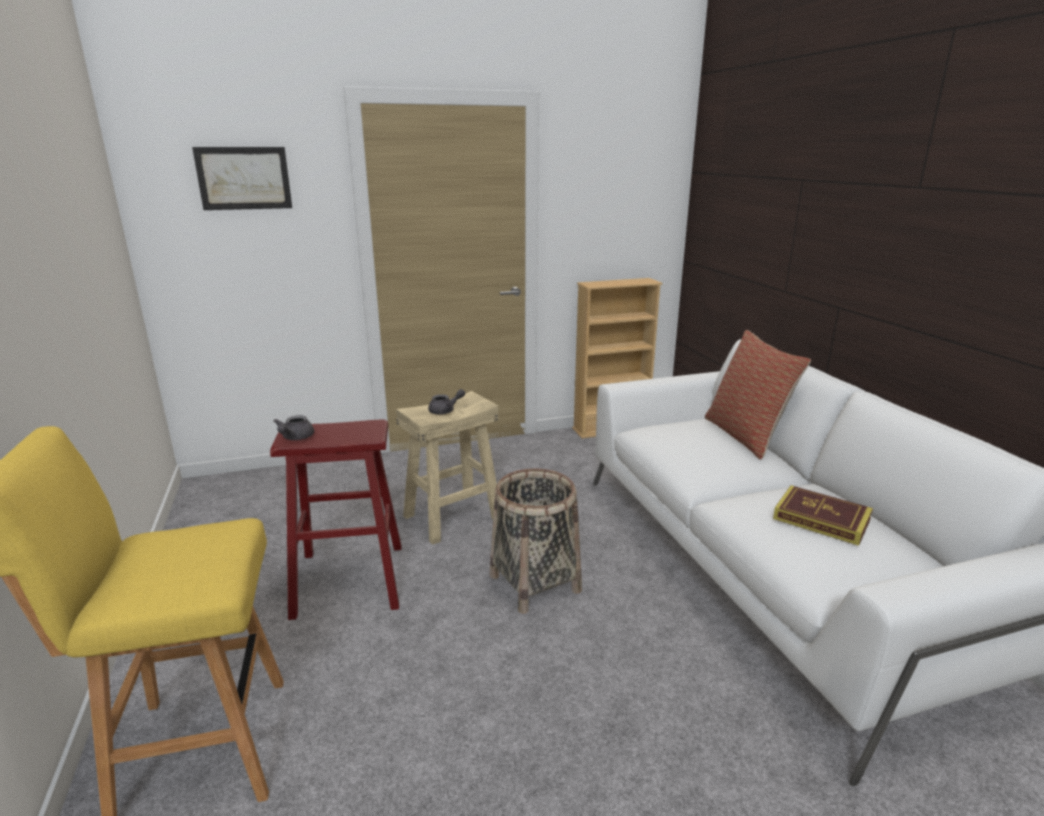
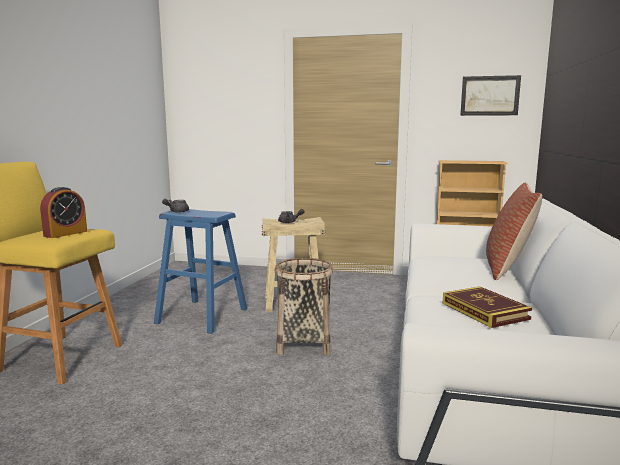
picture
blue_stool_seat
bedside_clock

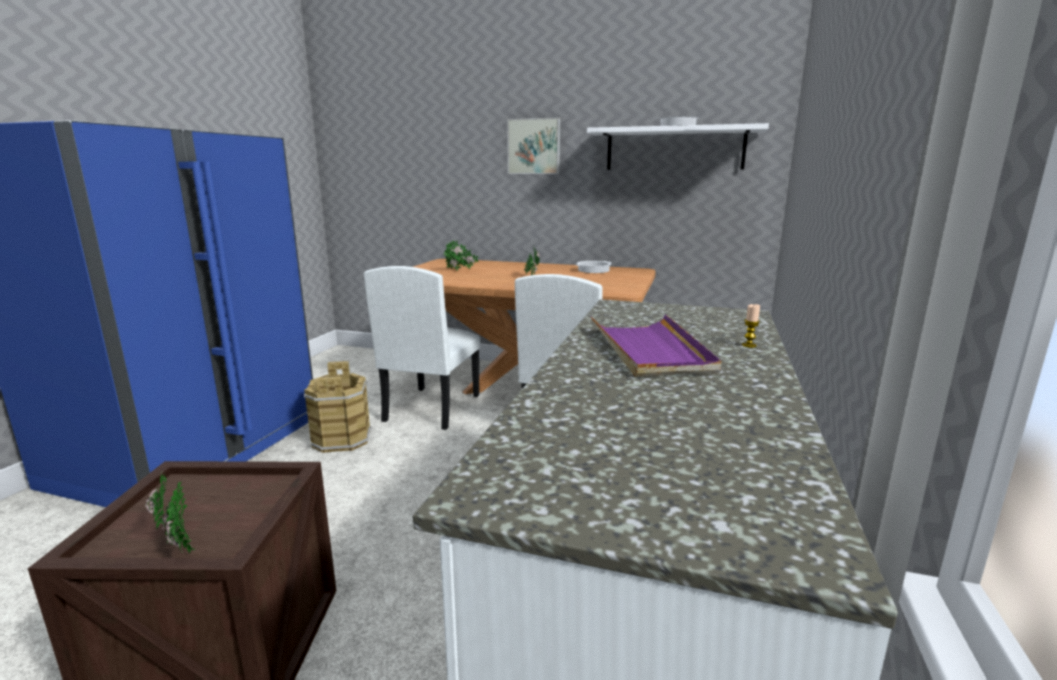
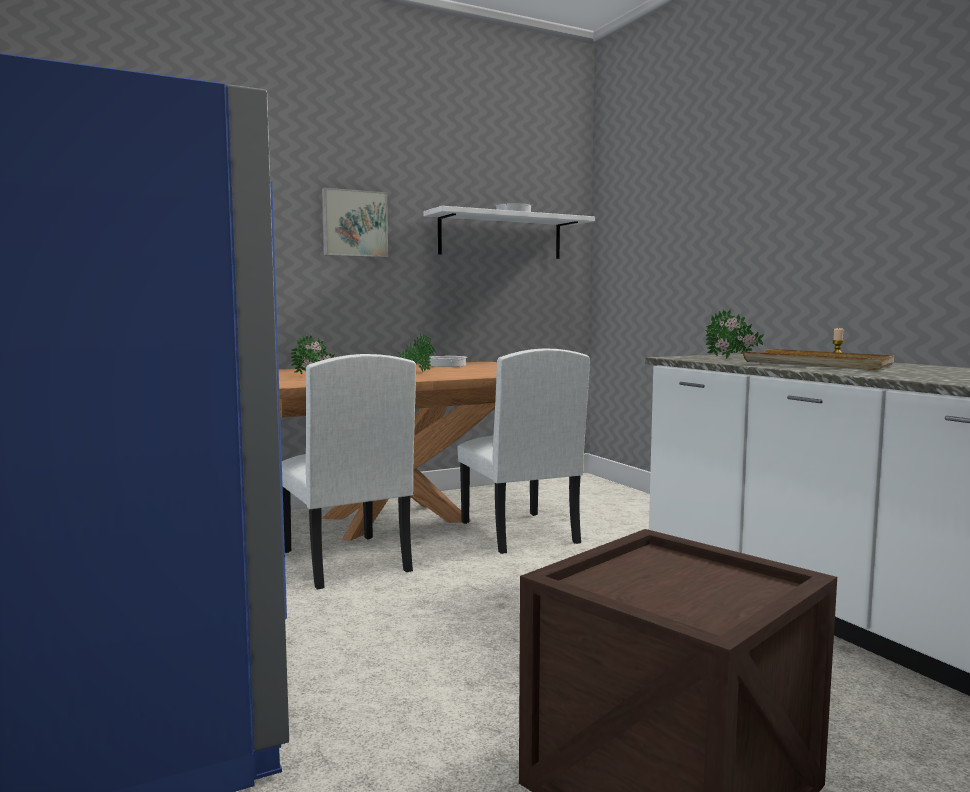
beige-coloured_carrying_tray
brown_water_bucket
plant_in_a_pot (no. 3 from left)

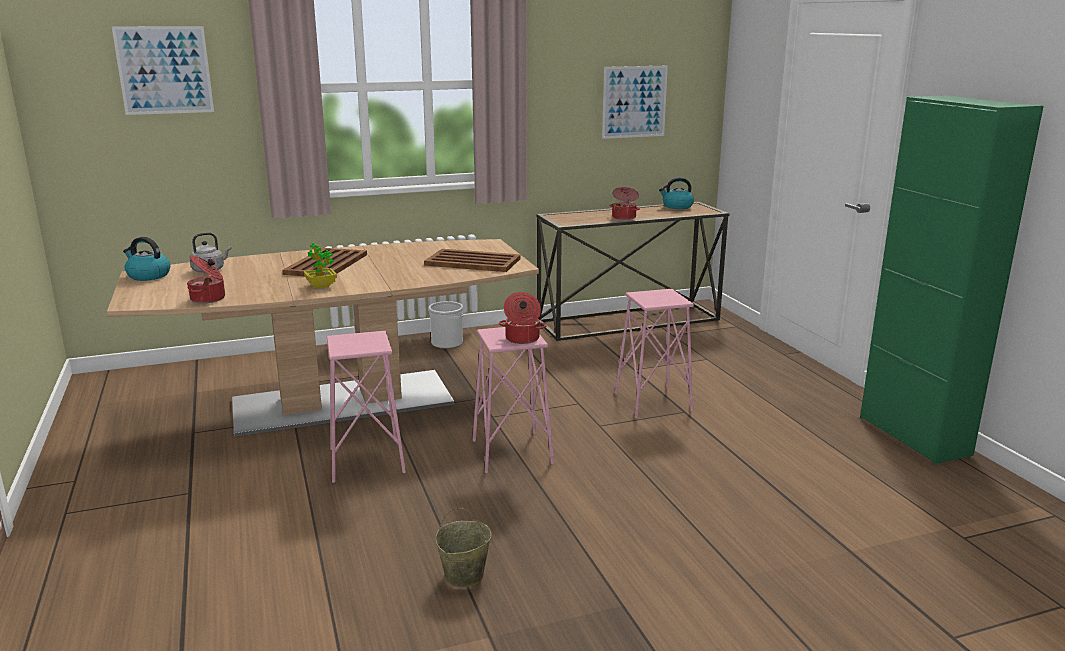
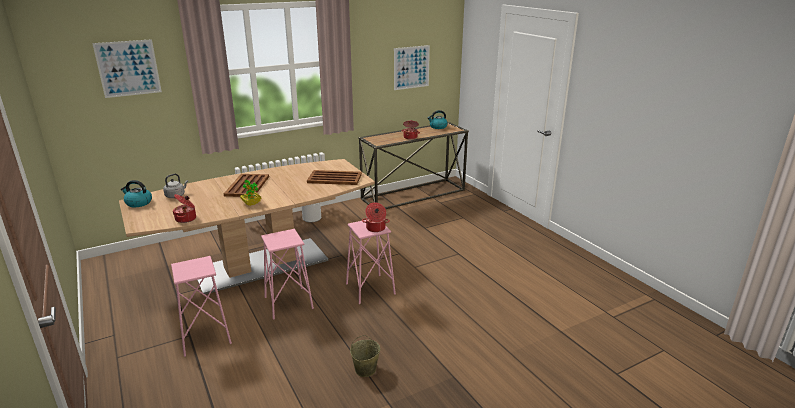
greenish_cupboard
pink_stool_seat (no. 1 from left)

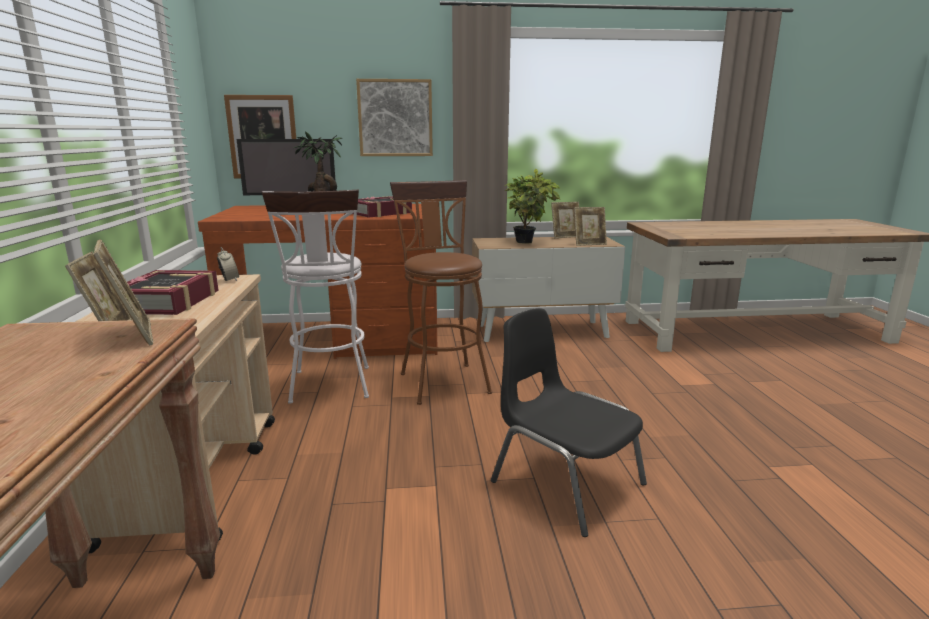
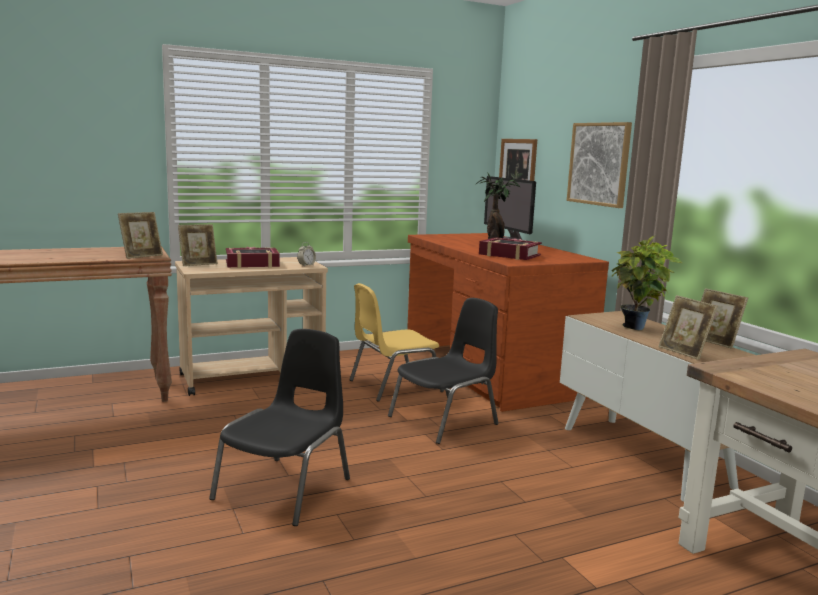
black-coloured_plain_chair (no. 2 from left)
yellowish_plain_chair

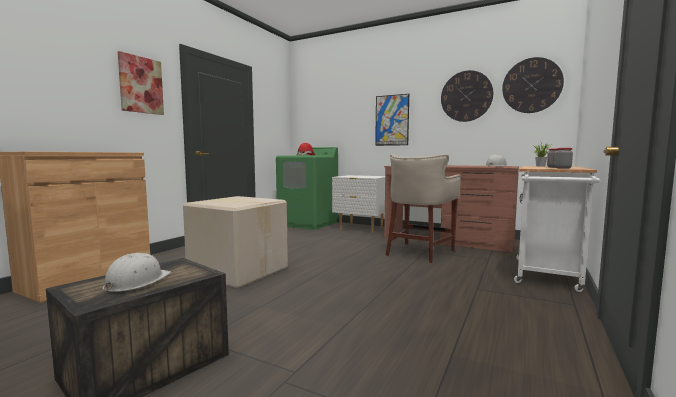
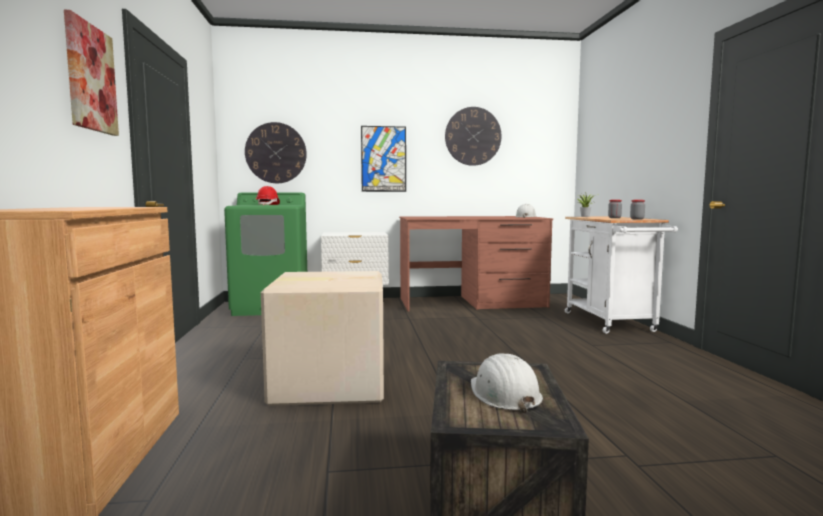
hanging_clock (no. 1 from left)
beige-coloured_stool_seat

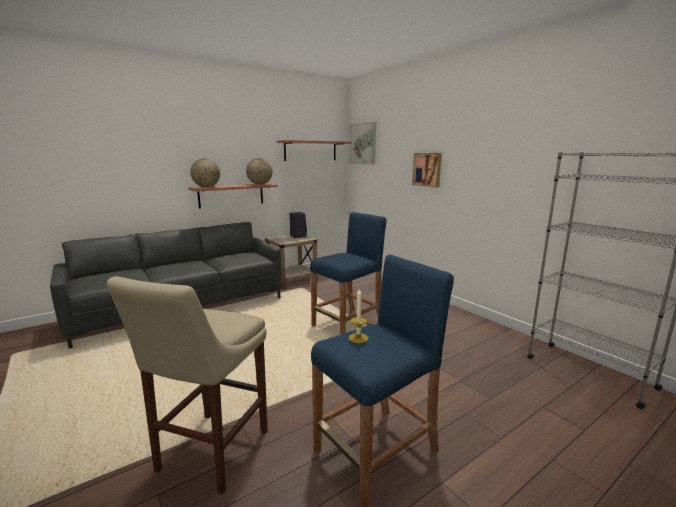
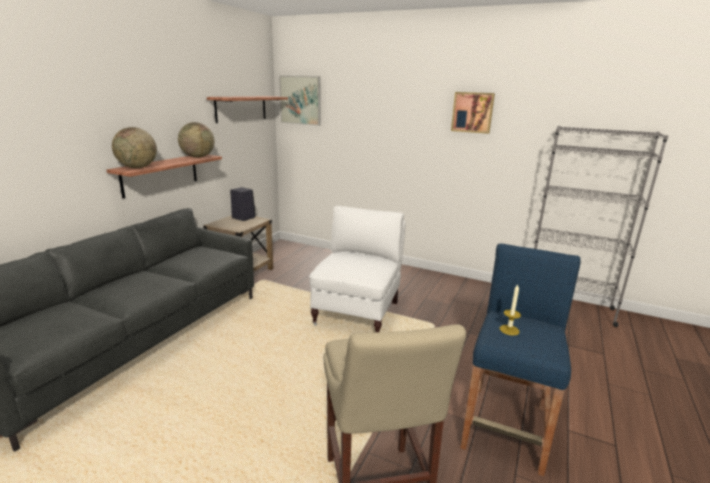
picture (no. 2 from left)
white-coloured_lounge_chair

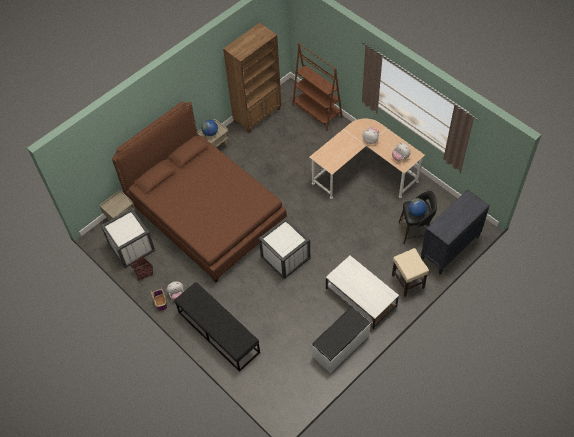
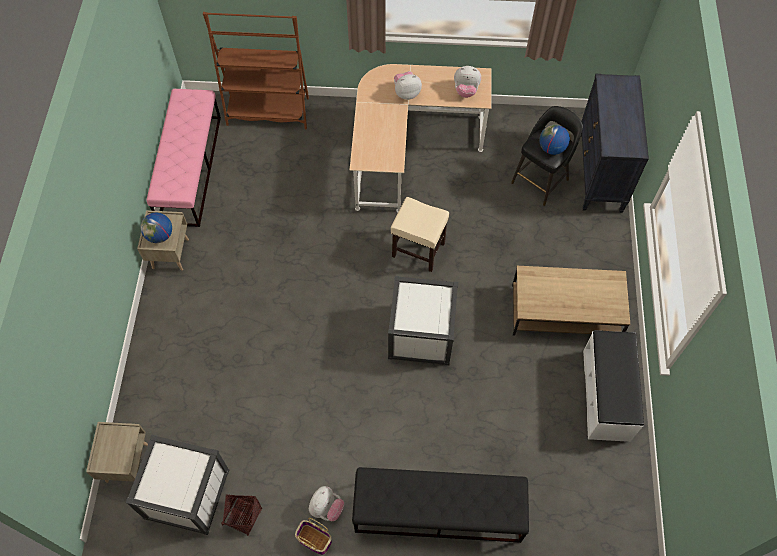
pink_bench
brown_sleeping_bed
beige-coloured_stool_seat
brown_low_table

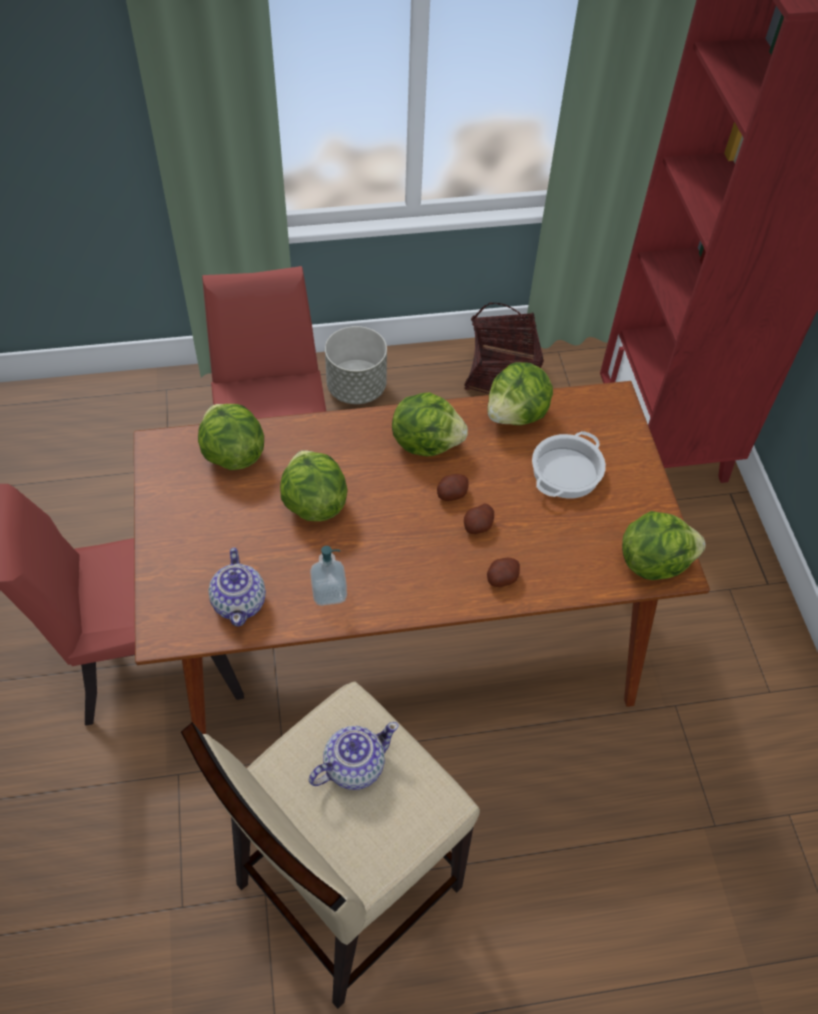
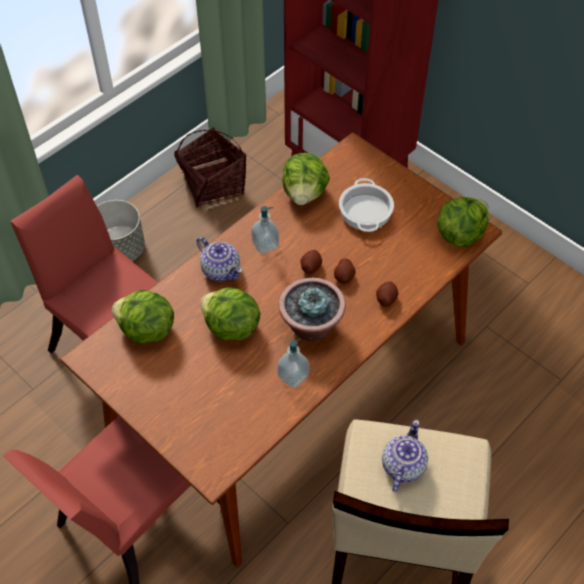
soap_dispenser (no. 1 from left)
teapot (no. 1 from left)
plant_in_a_pot

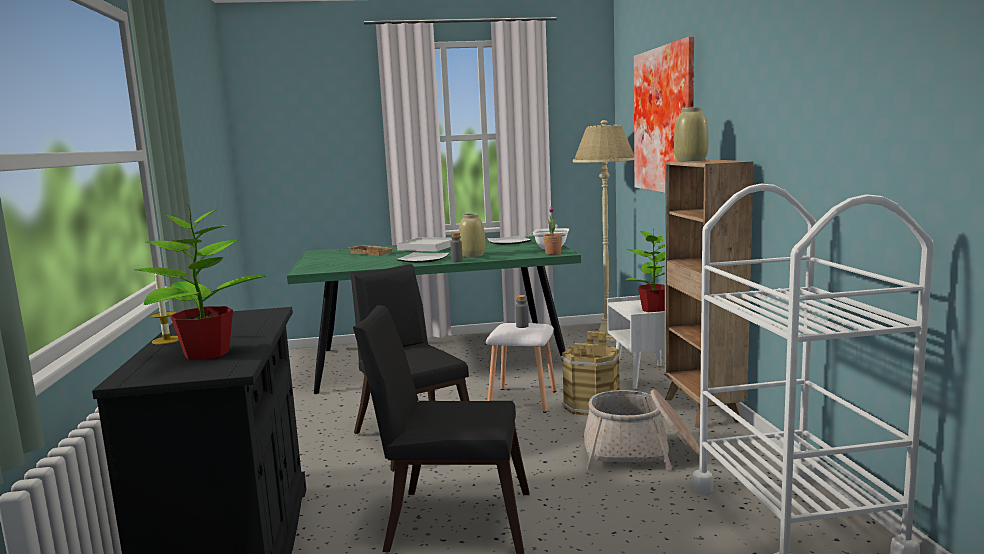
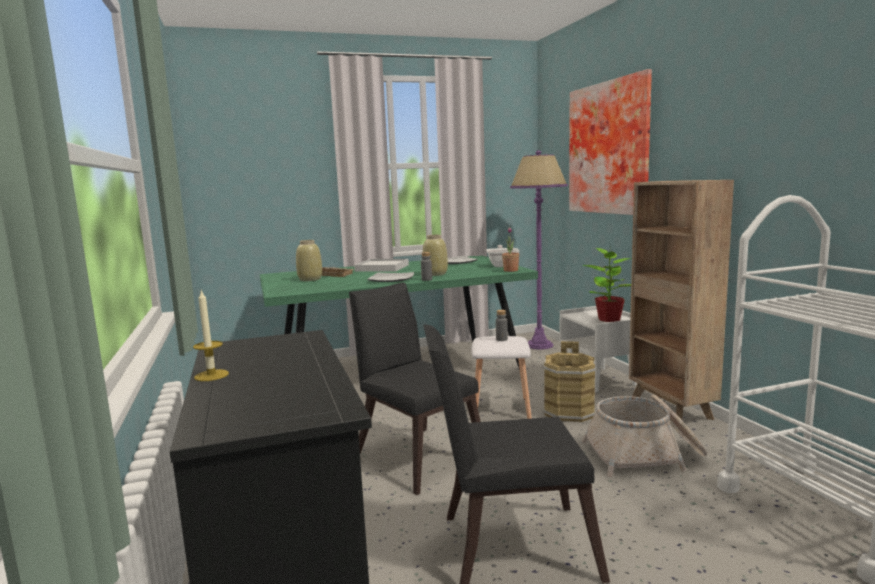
beige-coloured_flower_vase (no. 1 from left)
purplish_standing_lamp
plant_in_a_pot (no. 1 from left in the first image)

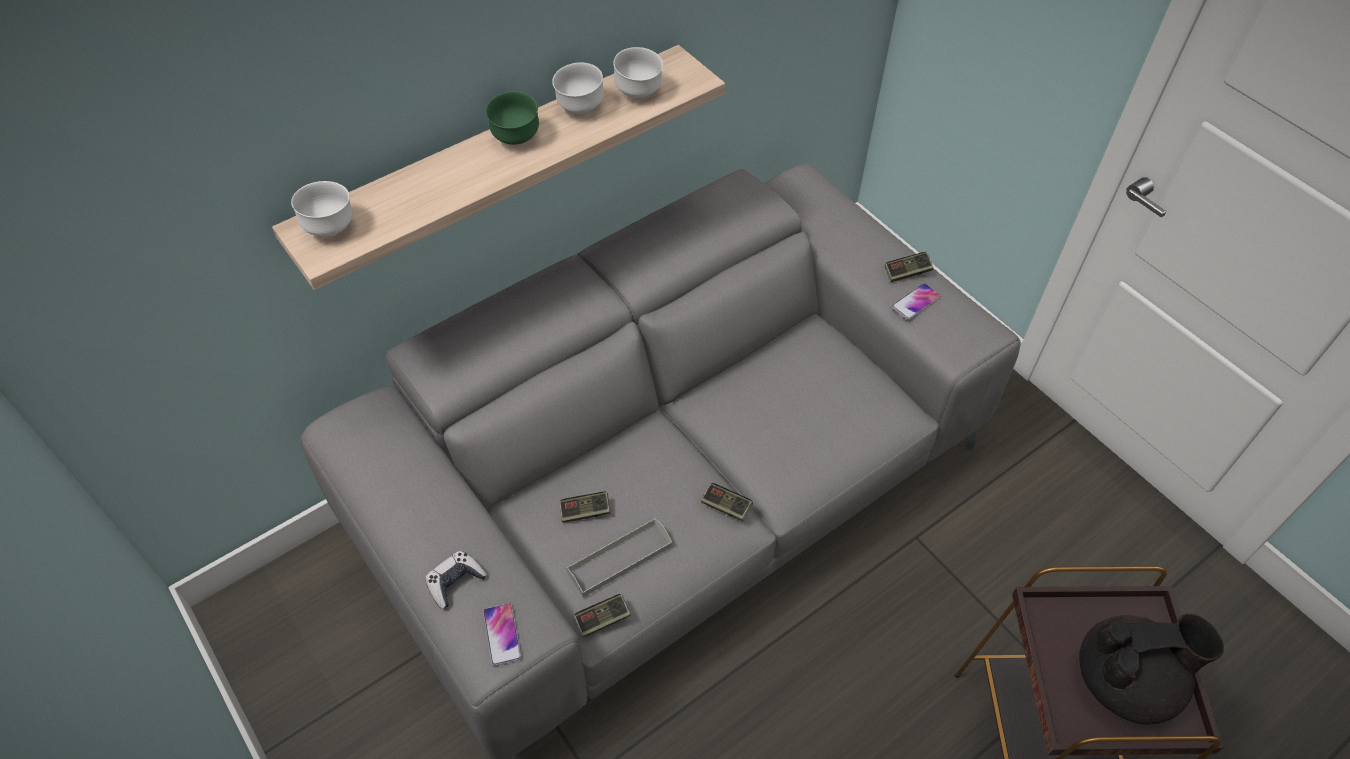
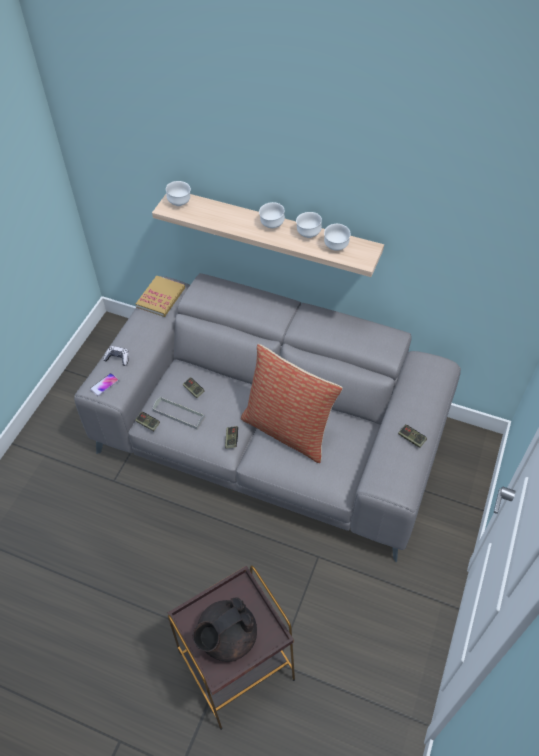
white-coloured_deep_dish (no. 2 from left)
telephone (no. 2 from left in the first image)
black-coloured_teapot
volume
throw_pillow

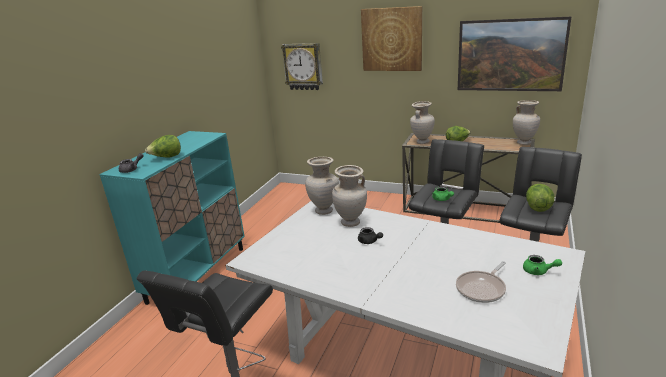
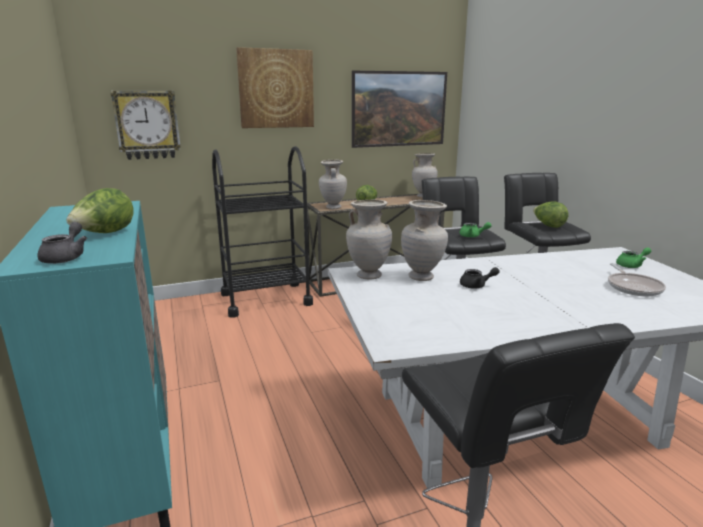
black-coloured_wheeled_cart

